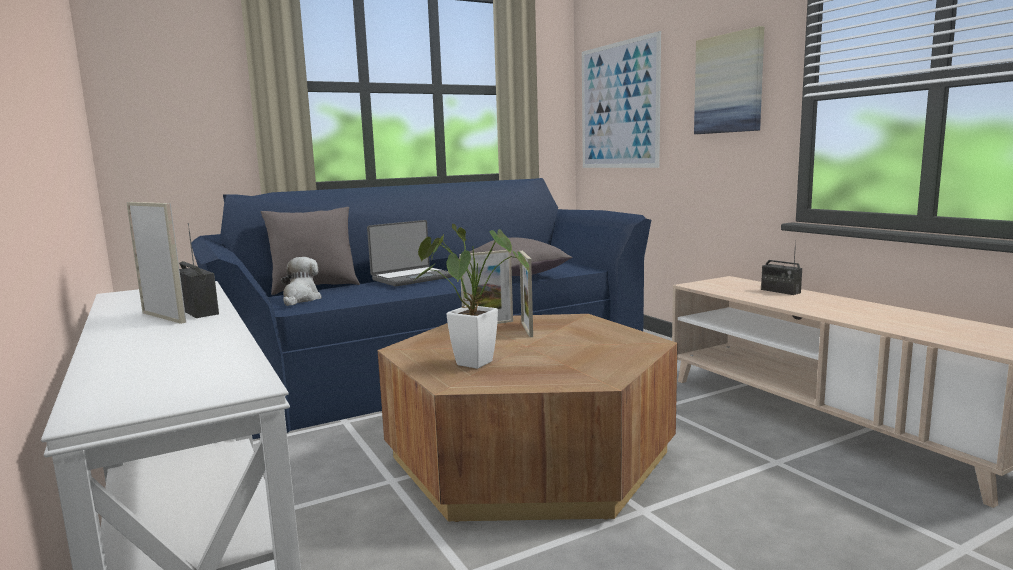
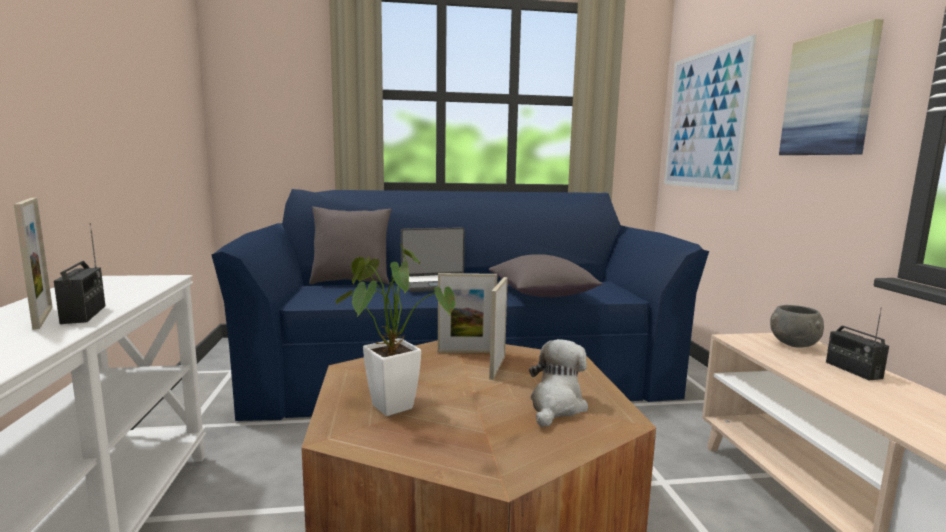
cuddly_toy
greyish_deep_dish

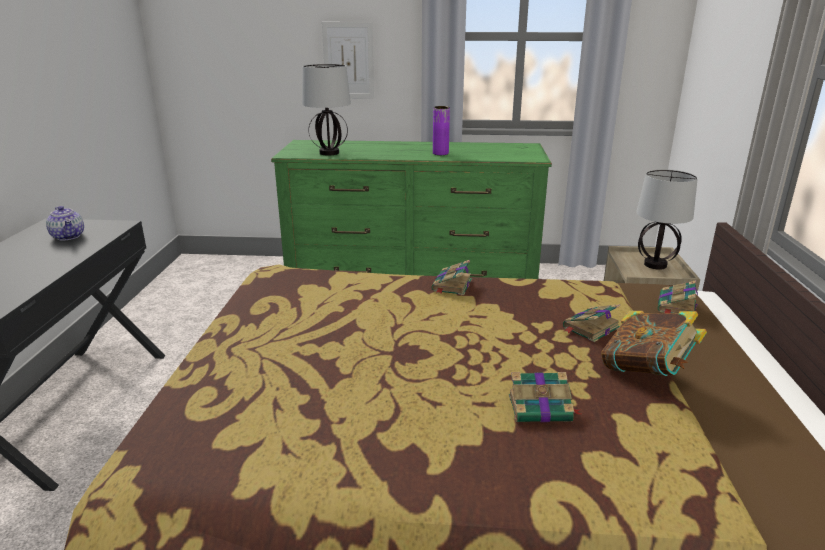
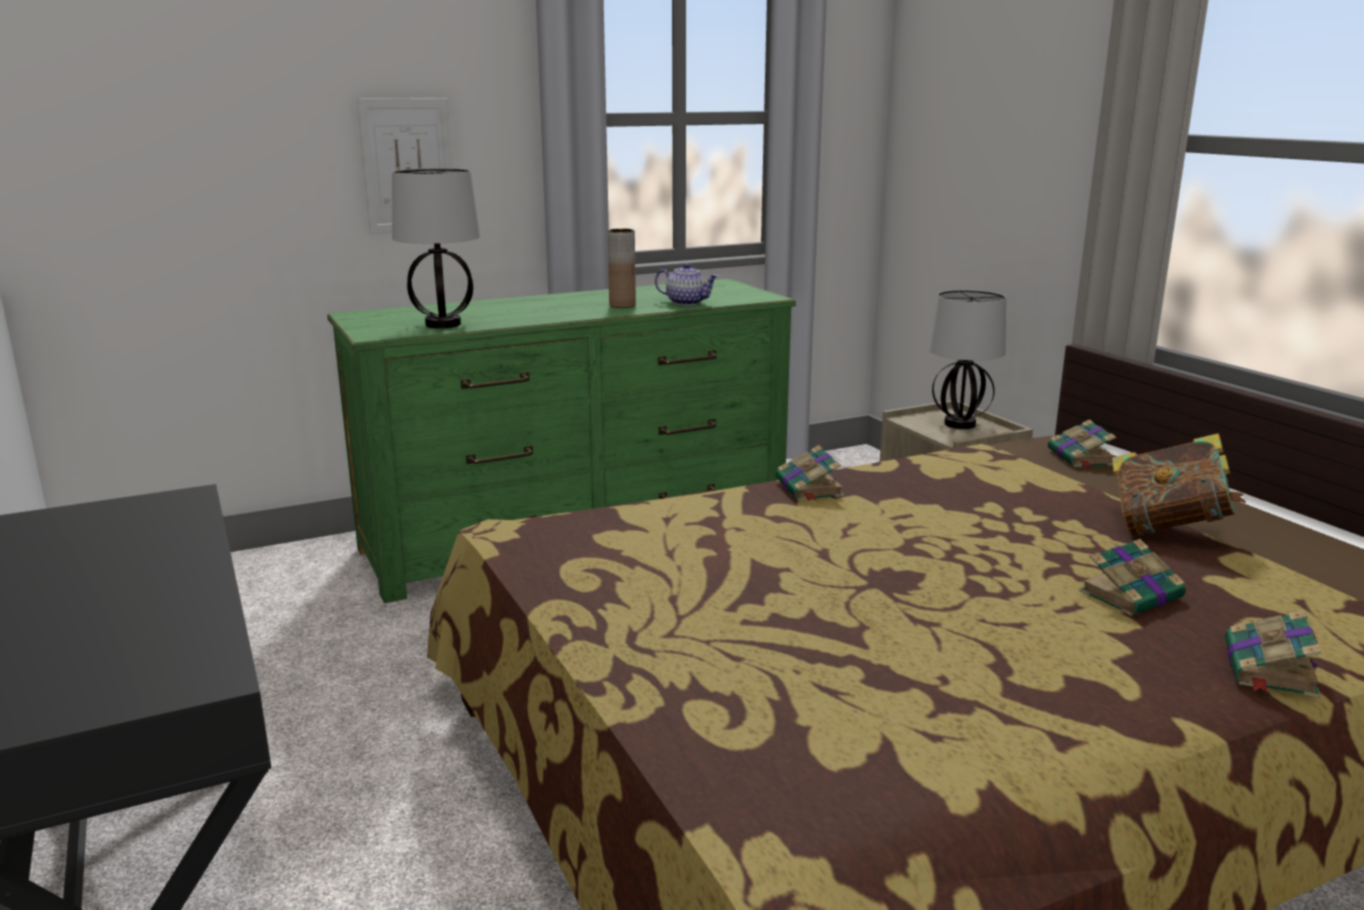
brown_flower_vase
teapot
volume (no. 5 from left)

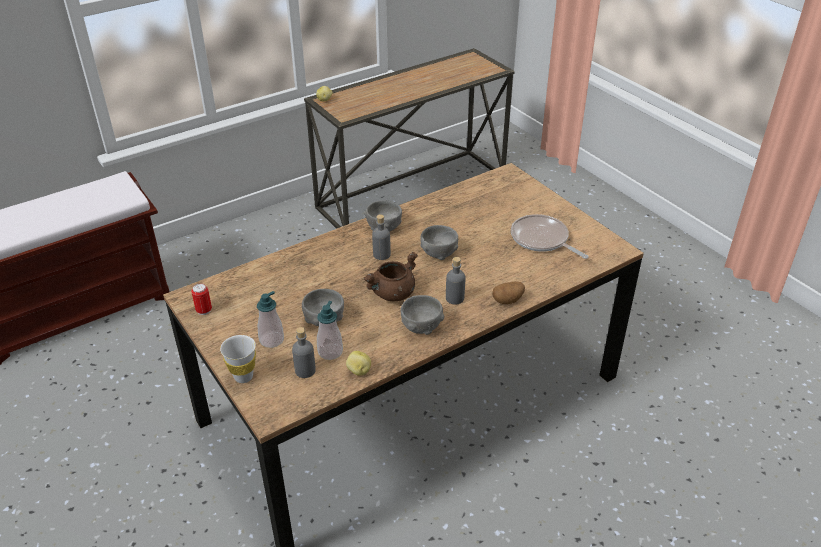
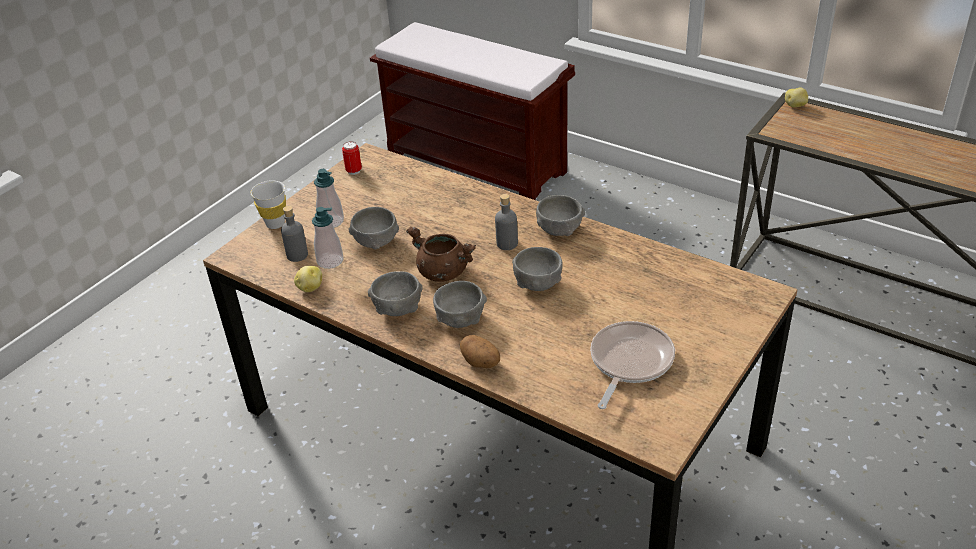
greyish_deep_dish (no. 3 from left)

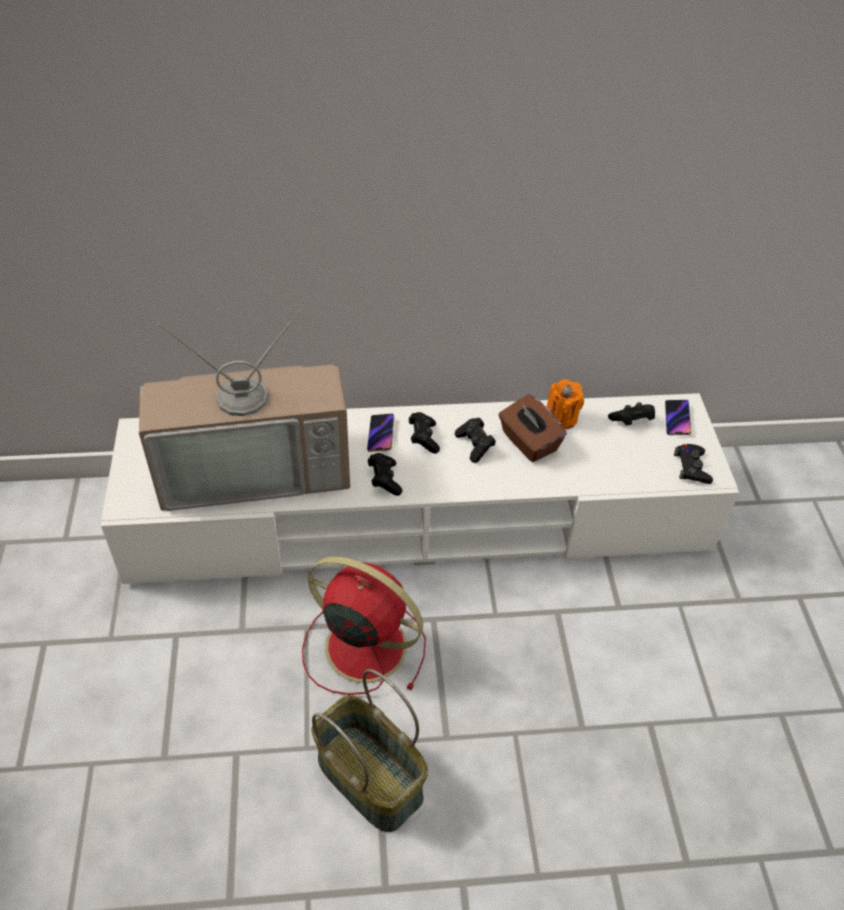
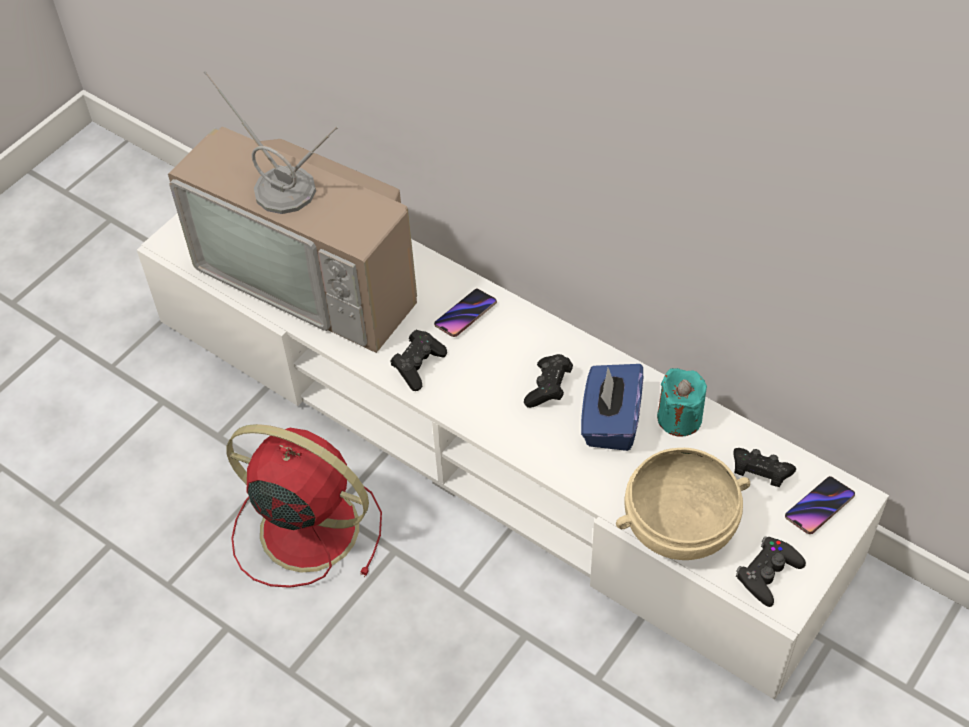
turquoise-coloured_wax_candle
blue_tissue_box
black-coloured_game_controller (no. 2 from left in the first image)
reddish_electric_fan
basket
beige-coloured_deep_dish

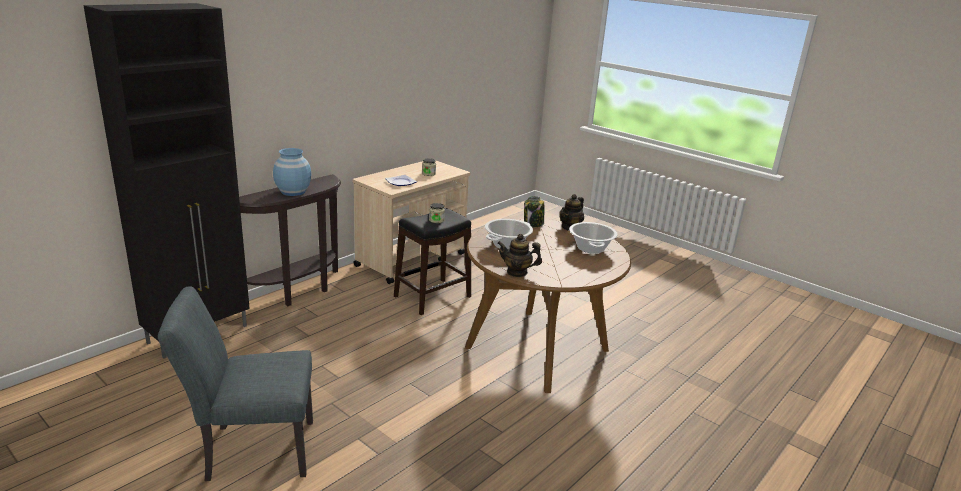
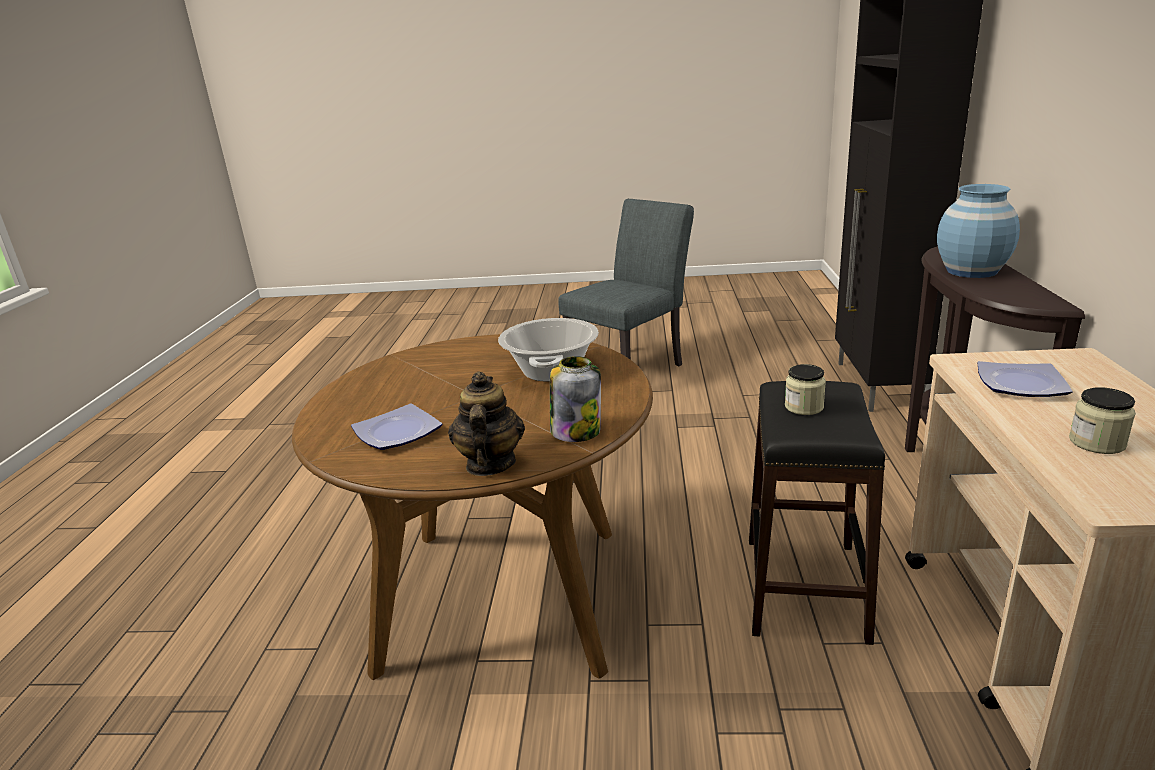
flat_dish (no. 1 from left)
teapot (no. 1 from left in the first image)

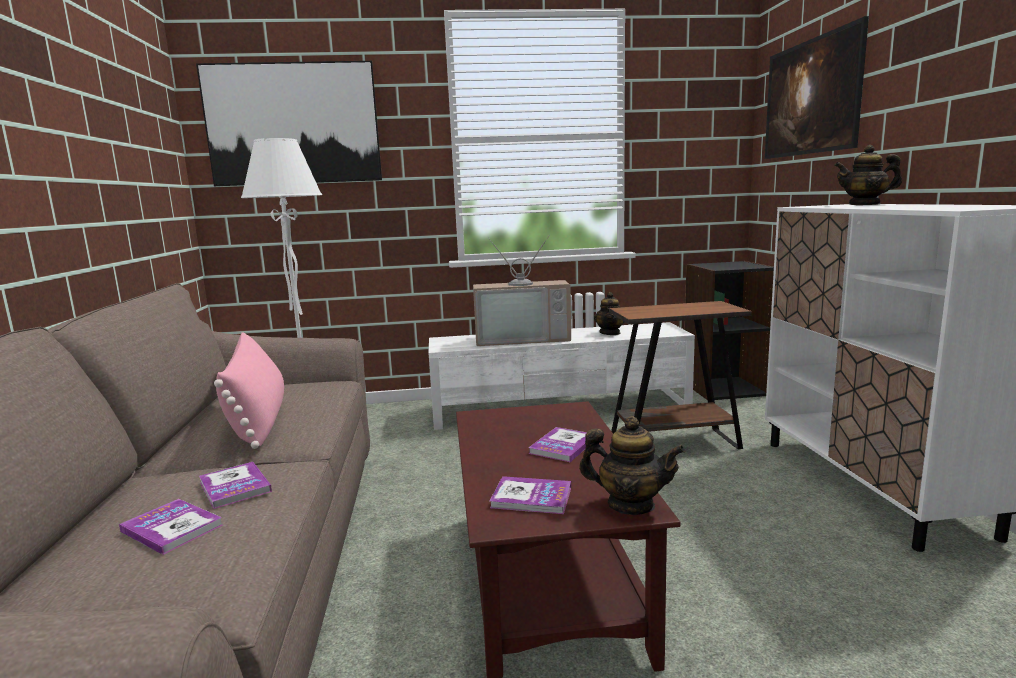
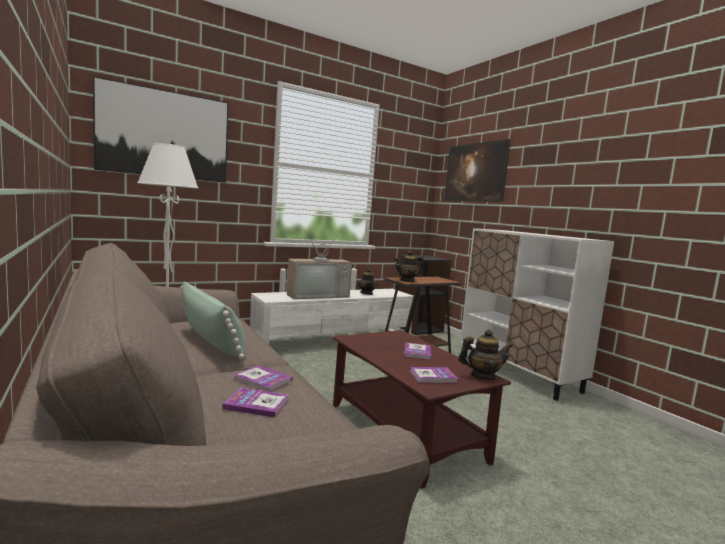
teapot (no. 2 from left)
greenish_throw_pillow

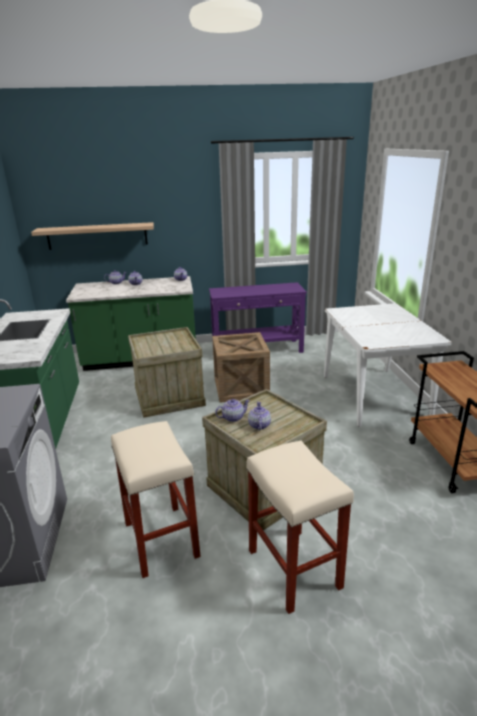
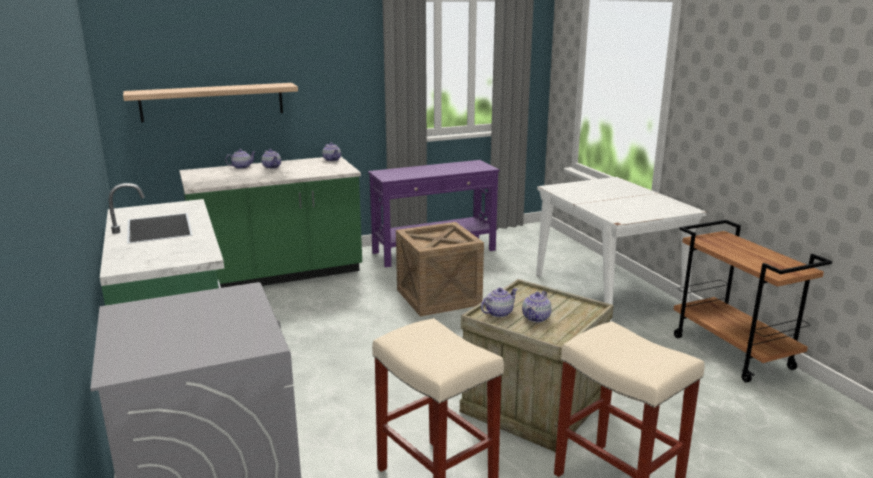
packing_crate (no. 1 from left in the first image)
teapot (no. 5 from left)

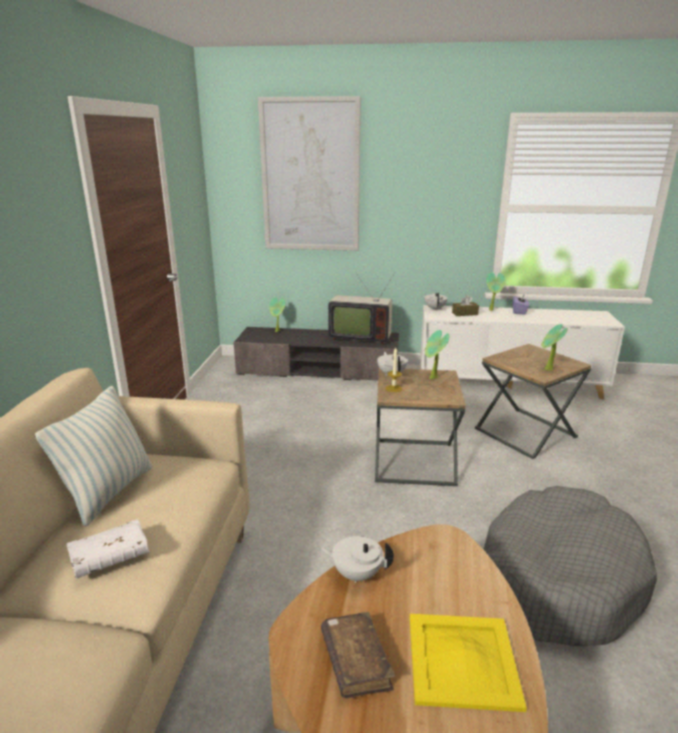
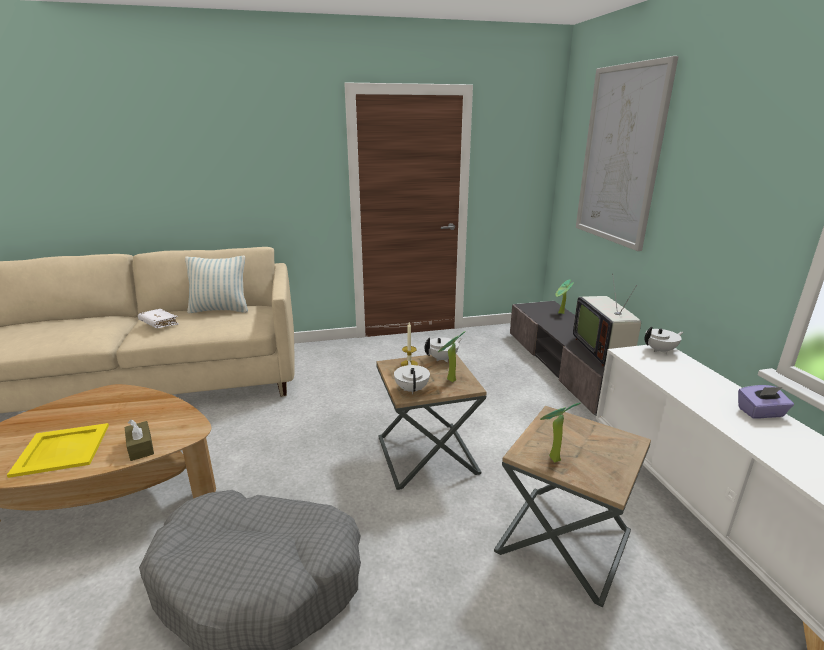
plant_in_a_pot (no. 3 from left in the first image)
brown_tissue_box
white-coloured_teapot (no. 1 from left)
brown_volume

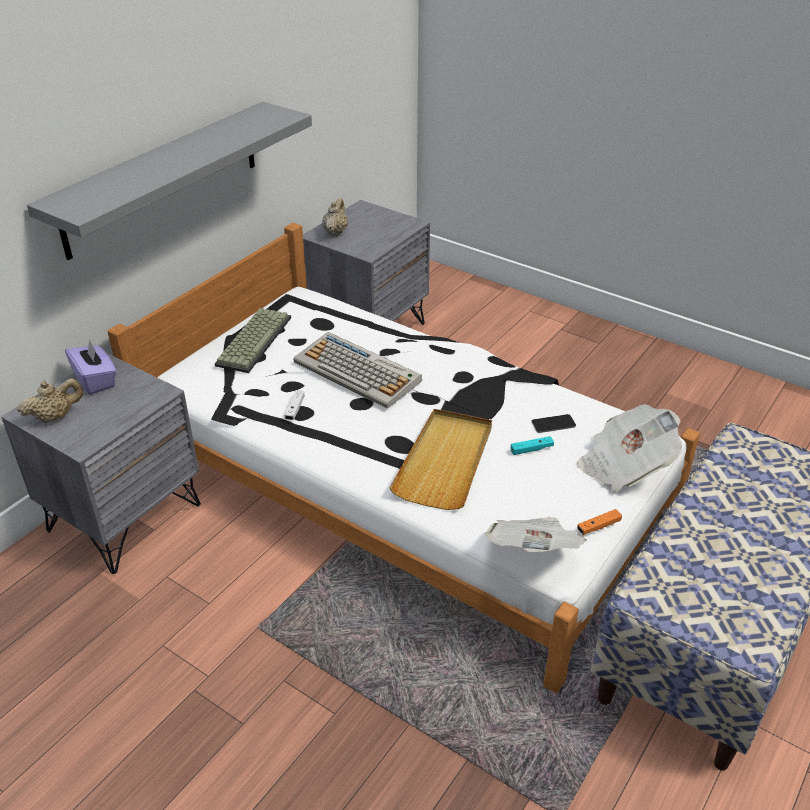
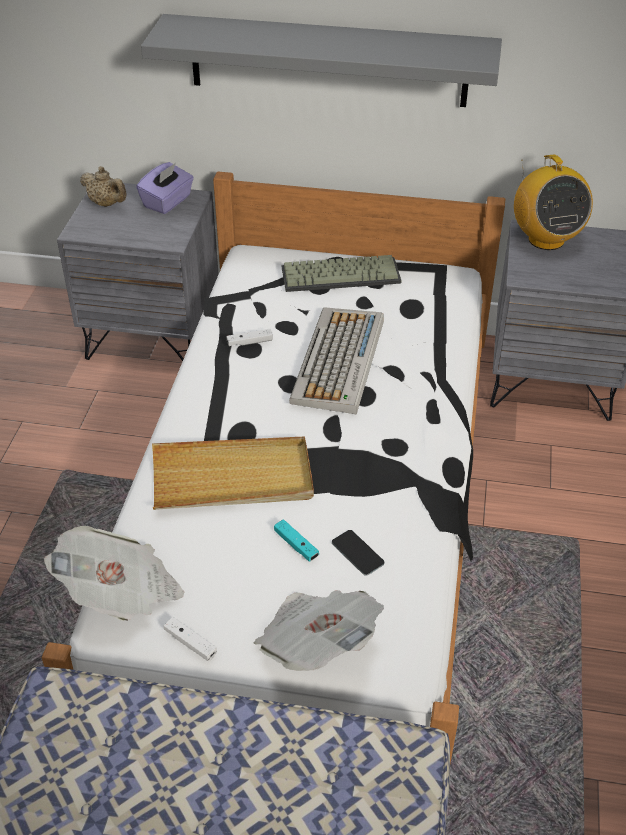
radio
white-coloured_game_controller (no. 1 from left)

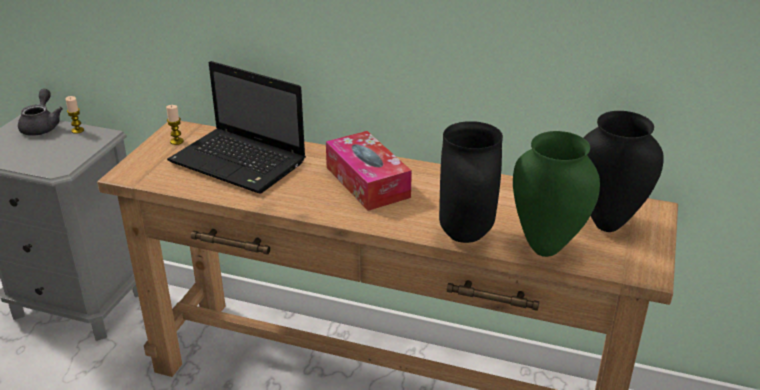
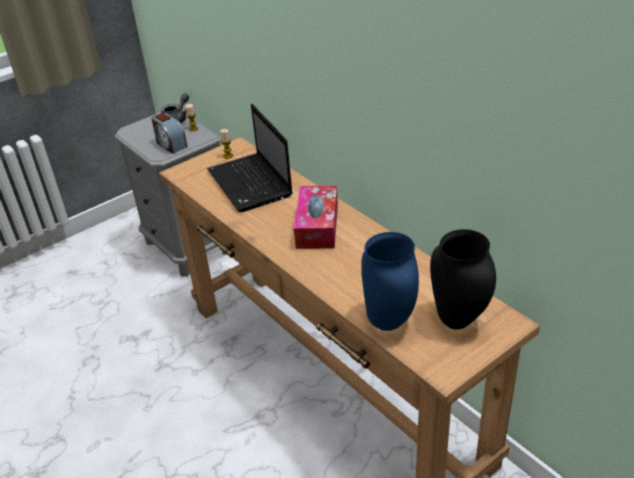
black-coloured_flower_vase (no. 1 from left in the first image)
blue_flower_vase
bedside_clock

